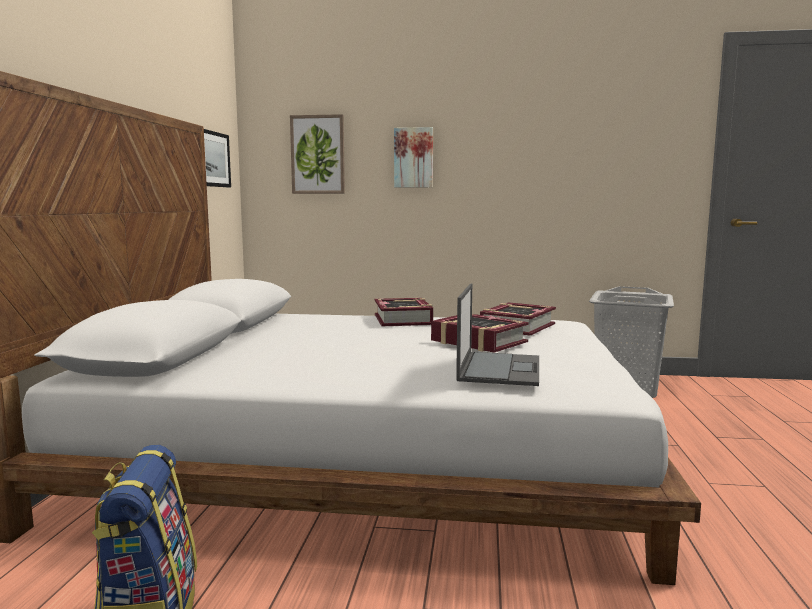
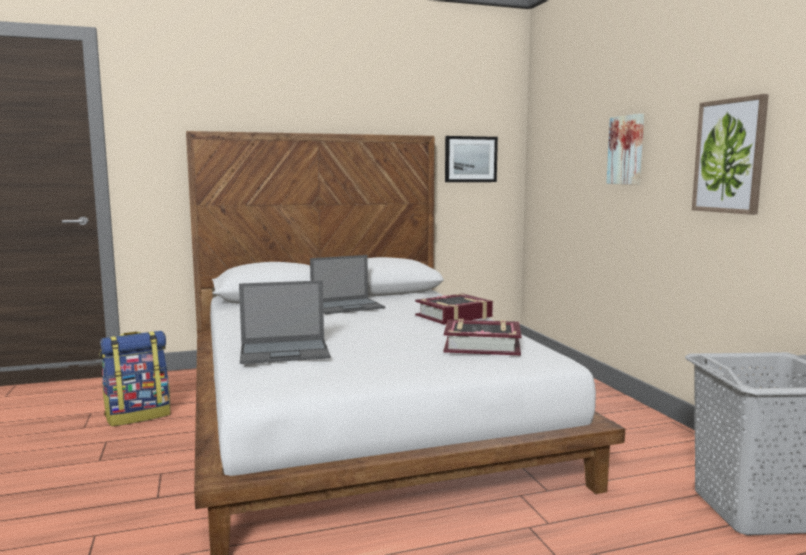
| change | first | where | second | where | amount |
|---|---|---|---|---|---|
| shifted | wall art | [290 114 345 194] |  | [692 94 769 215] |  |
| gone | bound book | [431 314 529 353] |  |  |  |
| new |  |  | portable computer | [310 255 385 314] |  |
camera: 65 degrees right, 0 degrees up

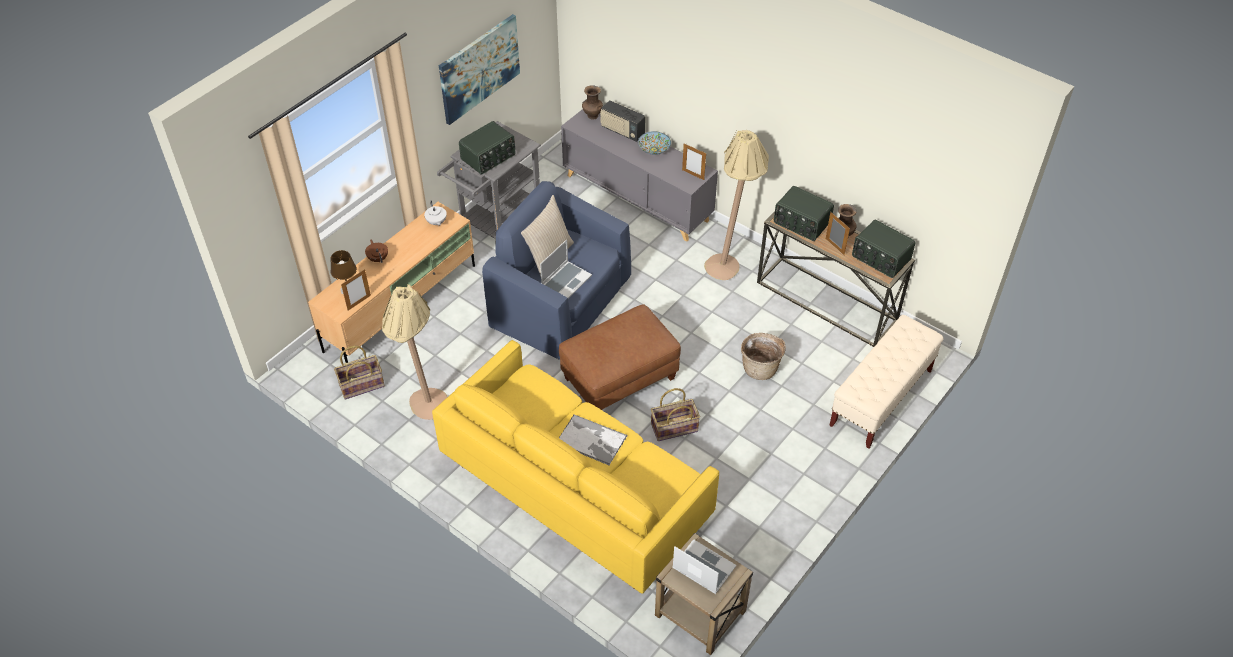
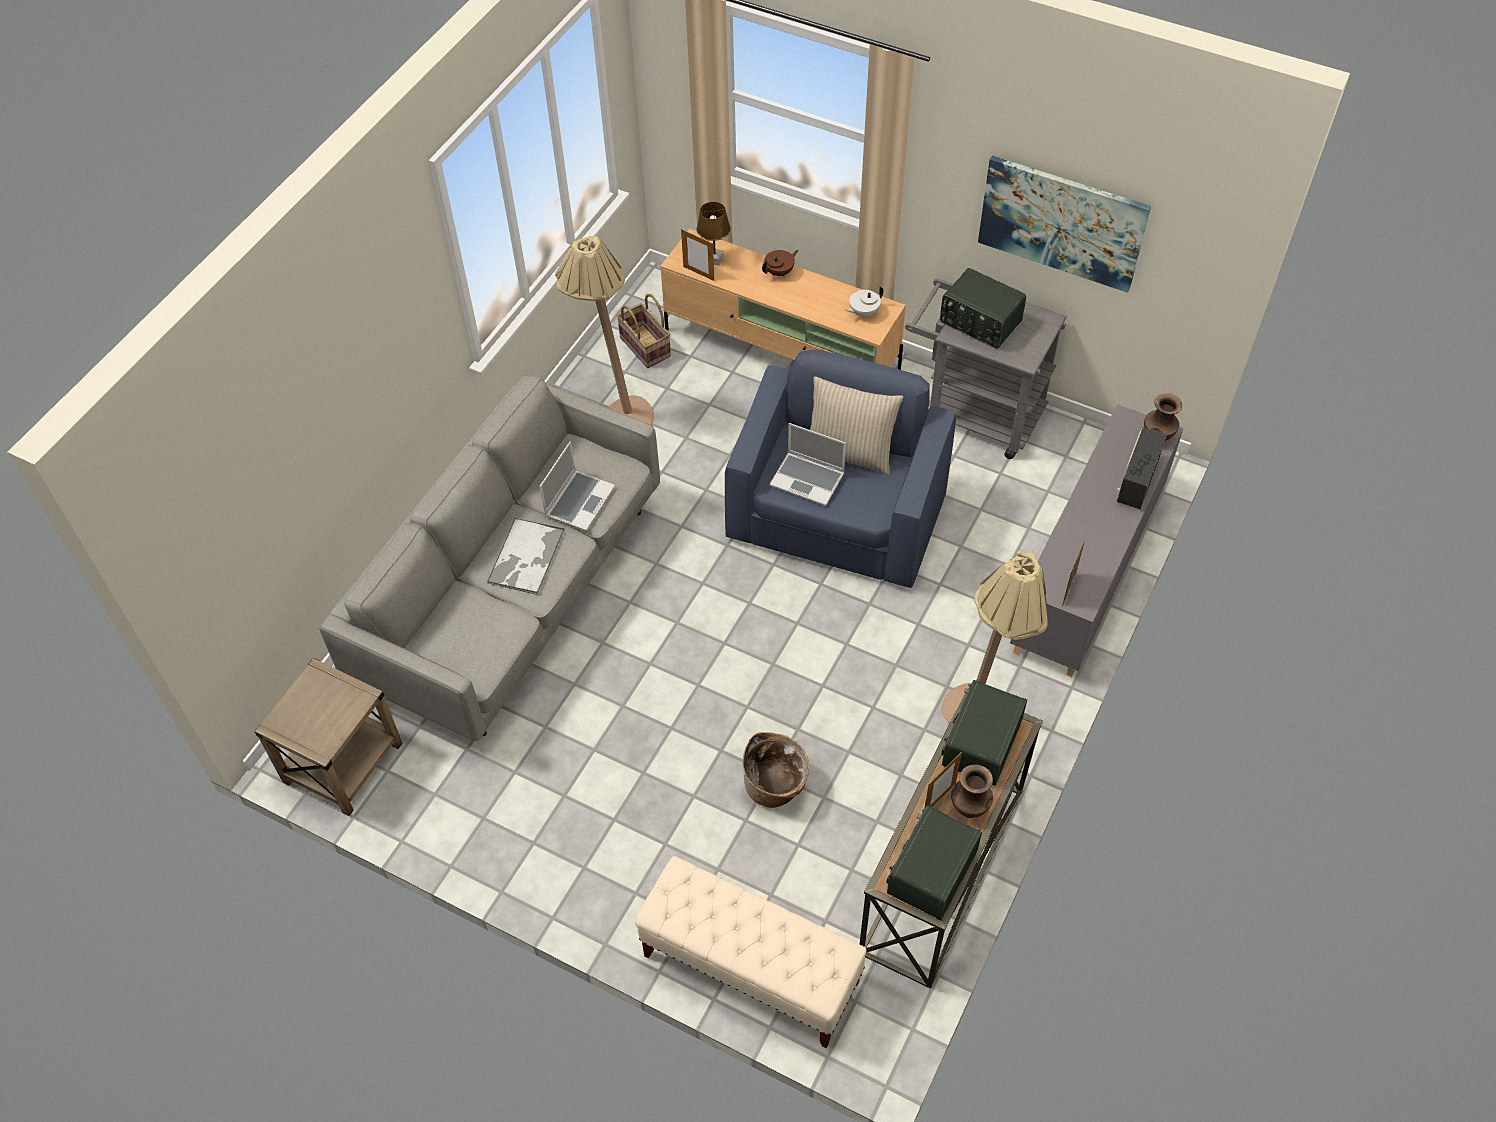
| change | first | where | second | where | amount |
|---|---|---|---|---|---|
| gone | bowl | [638 131 671 155] |  |  |  |
| gone | footrest (brown) | [559 305 681 410] |  |  |  |
| repainted | sofa (yellow) | [432 340 719 594] | sofa (gray) | [319 375 660 741] |  |
| gone | storage basket | [651 388 700 441] |  |  |  |
| shifted | portable computer | [672 539 736 594] |  | [540 441 615 531] |  |
camera: 80 degrees right, 5 degrees up

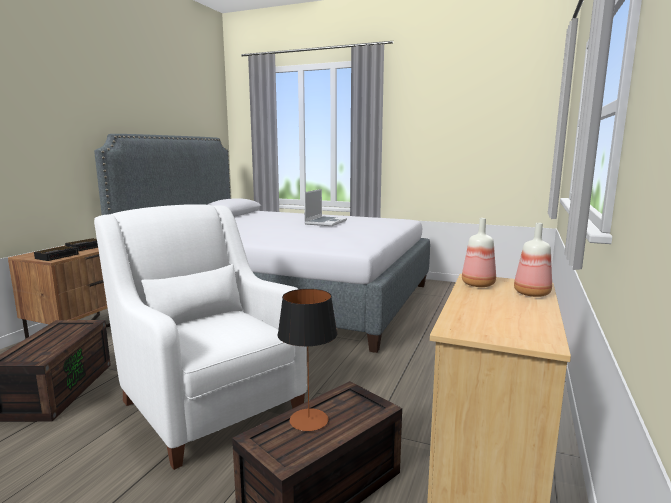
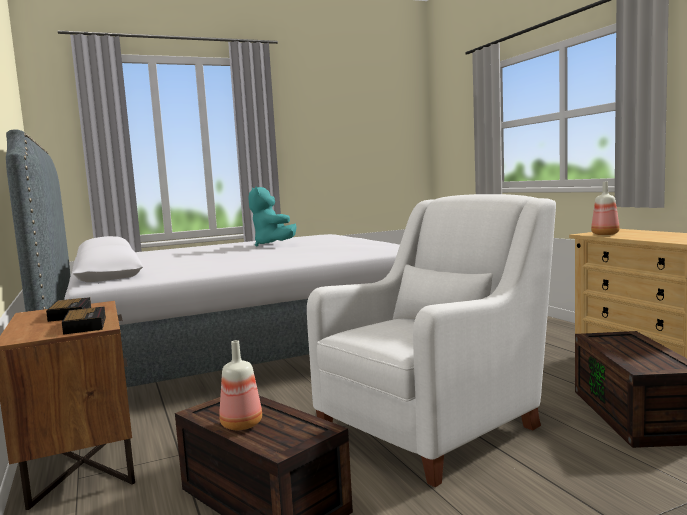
| change | first | where | second | where | amount |
|---|---|---|---|---|---|
| swapped | portable computer | [304 189 347 226] | soft toy (blue-green) | [248 186 297 247] |  |
| rotated | lounge chair (white) | [94 204 307 470] |  | [307 194 556 487] | 135 degrees clockwise |
| shifted | bottle | [514 223 552 297] |  | [219 340 262 430] |  |
| gone | tabletop lamp | [277 289 337 431] |  |  |  |
camera: 45 degrees left, 5 degrees down

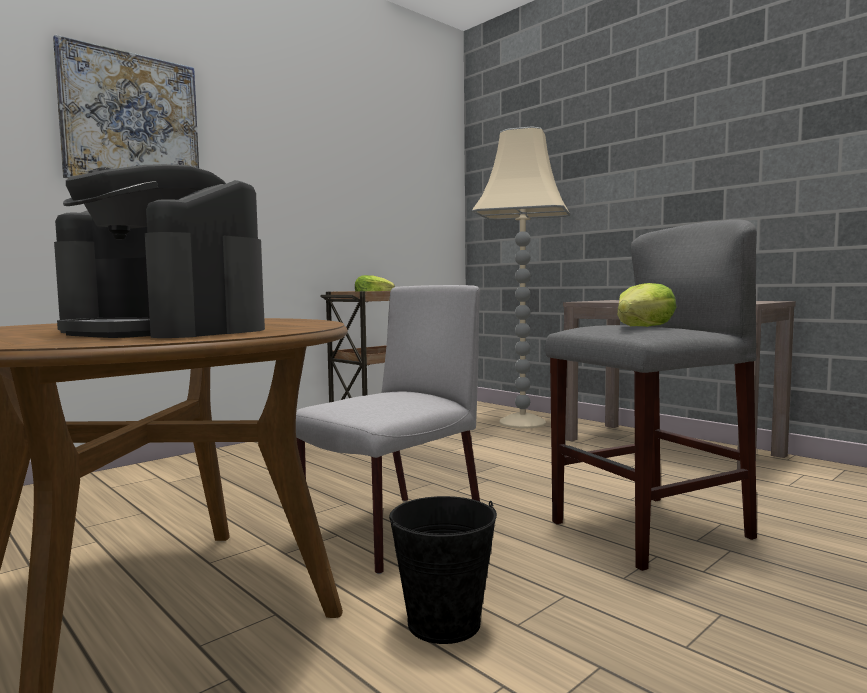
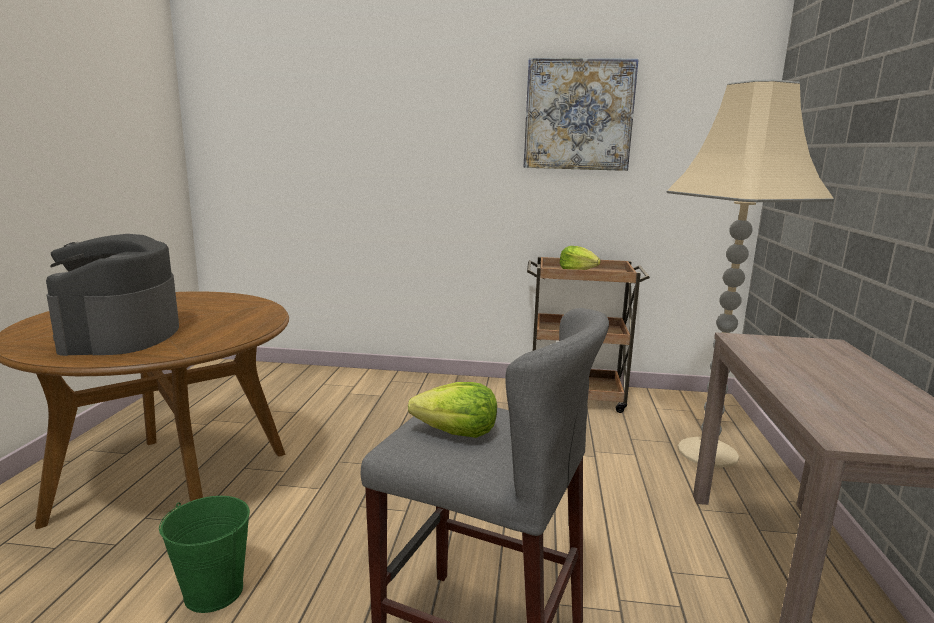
| change | first | where | second | where | amount |
|---|---|---|---|---|---|
| shifted | wall art | [53 34 199 178] |  | [524 58 639 171] |  |
| gone | upright chair (gray) | [296 285 480 574] |  |  |  |
| repainted | water bucket (black) | [389 496 497 644] | water bucket (green) | [159 496 250 613] |  |
camera: 50 degrees right, 10 degrees up

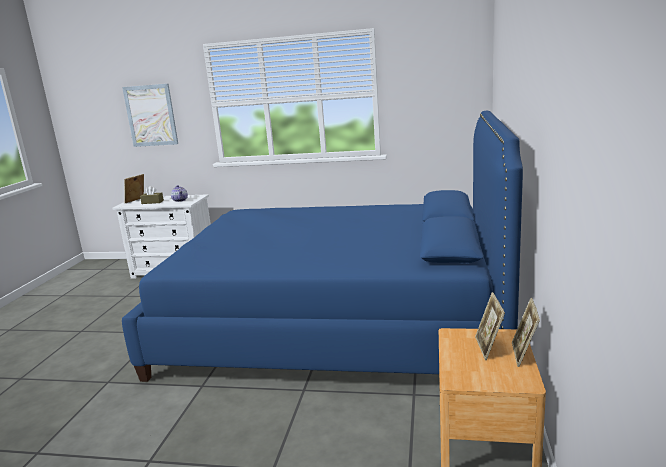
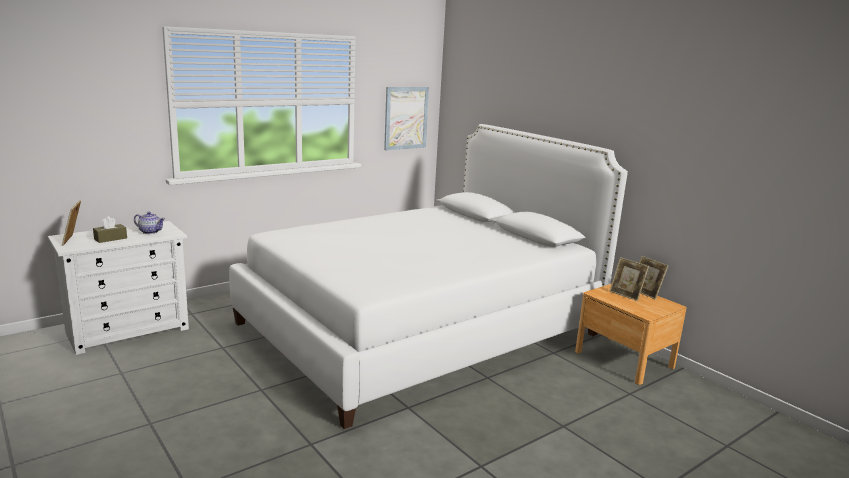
| change | first | where | second | where | amount |
|---|---|---|---|---|---|
| shifted | wall art | [122 84 178 147] |  | [384 87 429 150] |  |
| repainted | bed (blue) | [122 111 523 382] | bed (white) | [229 124 628 429] |  |
camera: 50 degrees left, 0 degrees up

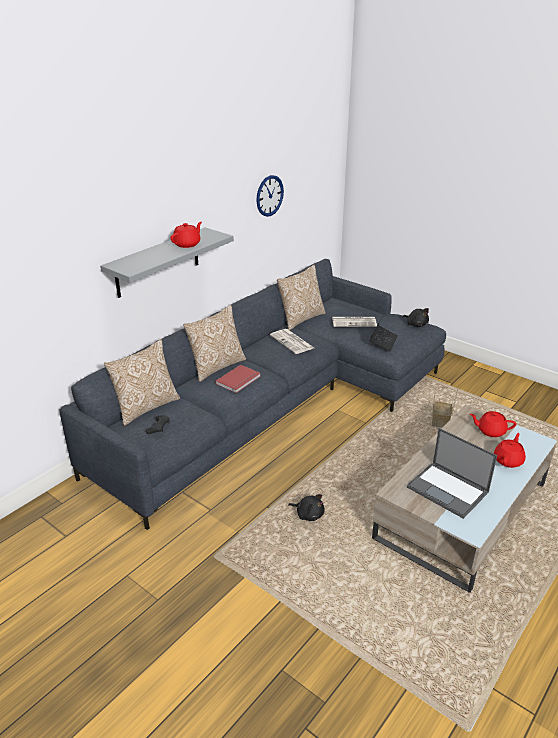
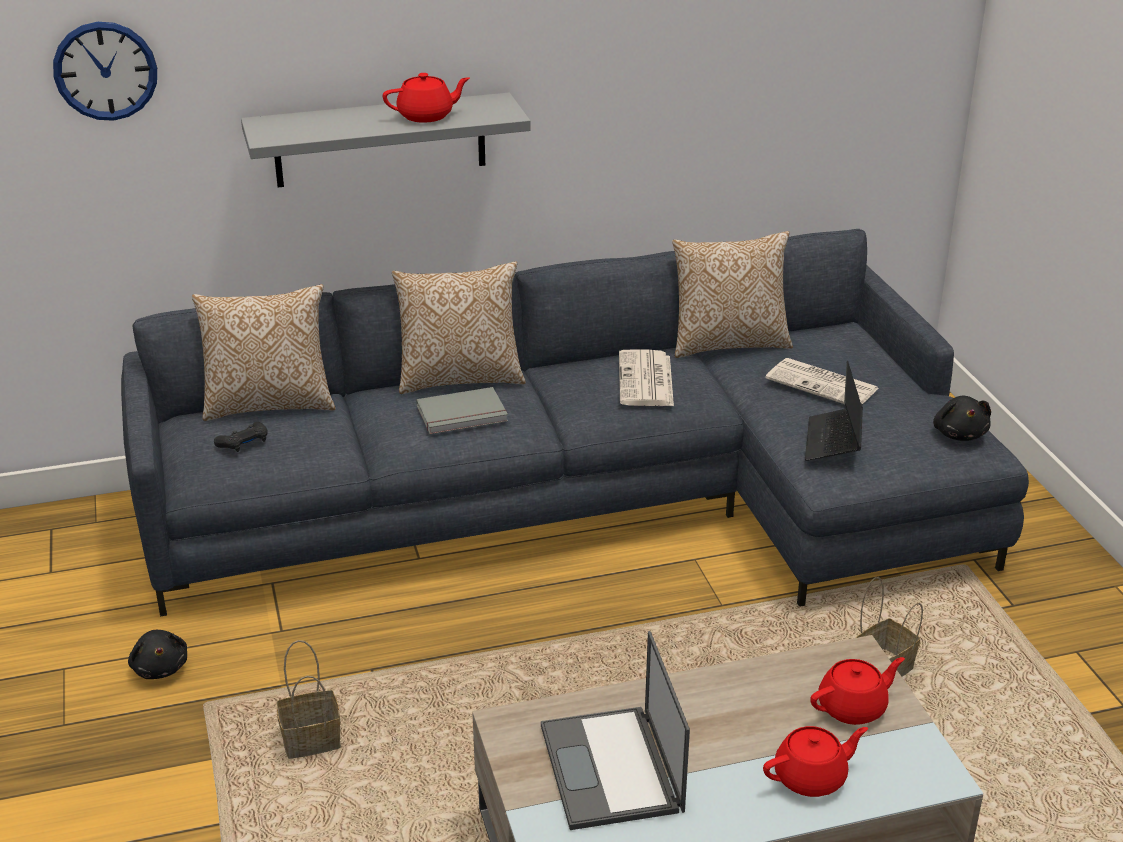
| change | first | where | second | where | amount |
|---|---|---|---|---|---|
| shifted | clock on the wall | [256 175 284 217] |  | [53 22 157 121] |  |
| rotated | portable computer | [369 307 398 351] |  | [805 361 863 461] | 135 degrees clockwise |
| repainted | bound book (red-coloured) | [215 365 261 393] | bound book (gray) | [416 387 508 434] |  |
| rotated | pot for tea (red-coloured) | [470 411 516 437] |  | [810 657 905 725] | 105 degrees clockwise |
| shifted | soft toy (black) | [288 494 325 521] |  | [128 630 187 679] |  |
| new |  |  | storage basket | [276 640 341 759] |  |
camera: 35 degrees right, 0 degrees up

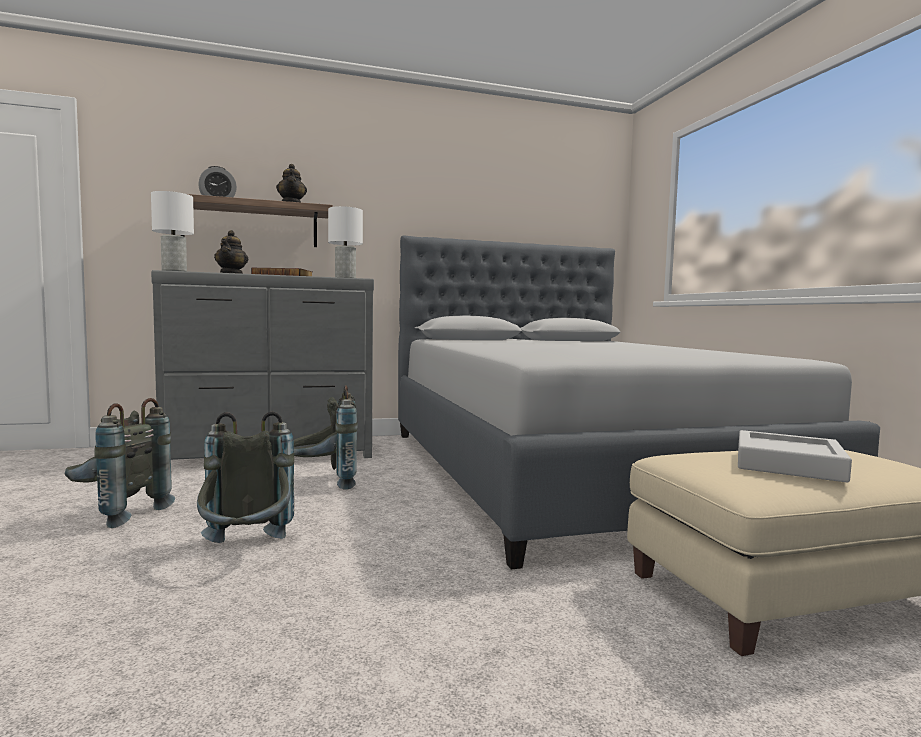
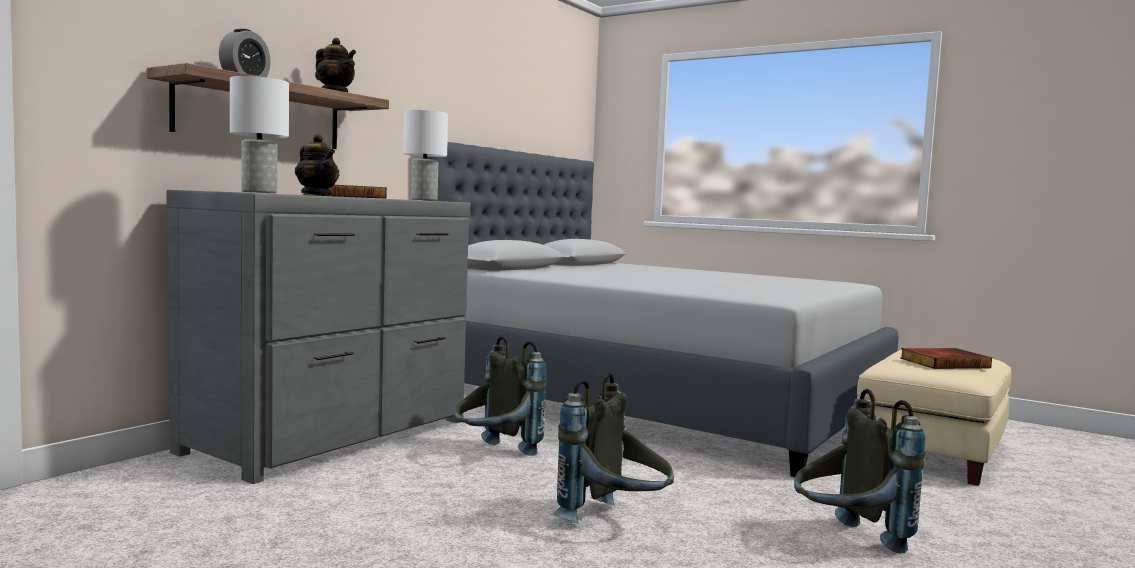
| change | first | where | second | where | amount |
|---|---|---|---|---|---|
| shifted | backpack (gray) | [65 398 175 528] |  | [794 389 925 554] |  |
| swapped | carrying tray (gray) | [738 430 852 482] | bound book | [900 348 992 369] |  |
camera: 40 degrees left, 0 degrees up

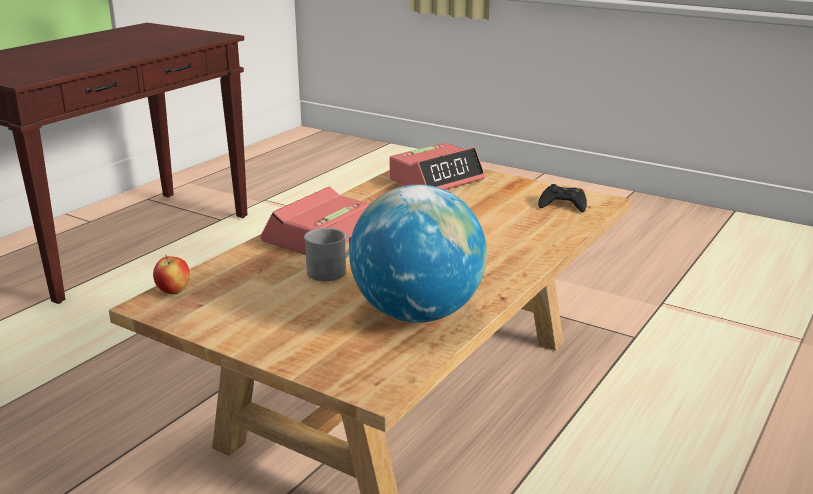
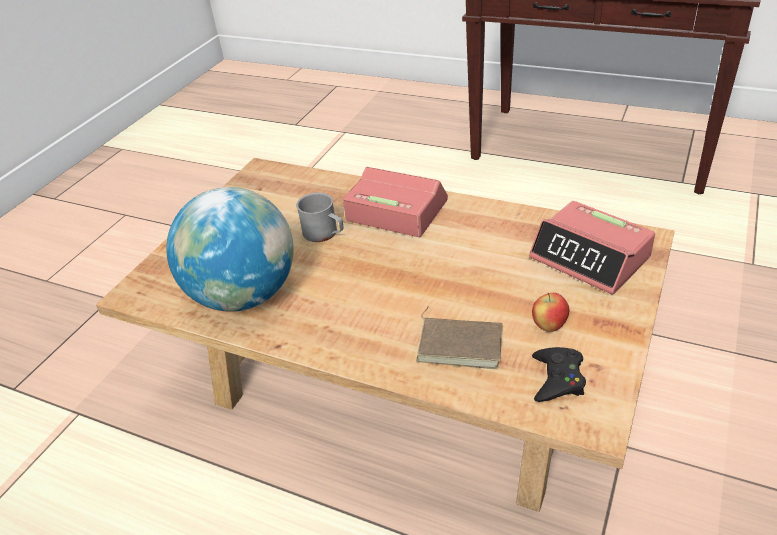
| change | first | where | second | where | amount |
|---|---|---|---|---|---|
| shifted | apple fruit | [153 255 190 294] |  | [532 293 569 332] |  |
| new |  |  | bound book (brown) | [416 306 503 369] |  |
camera: 85 degrees right, 15 degrees up

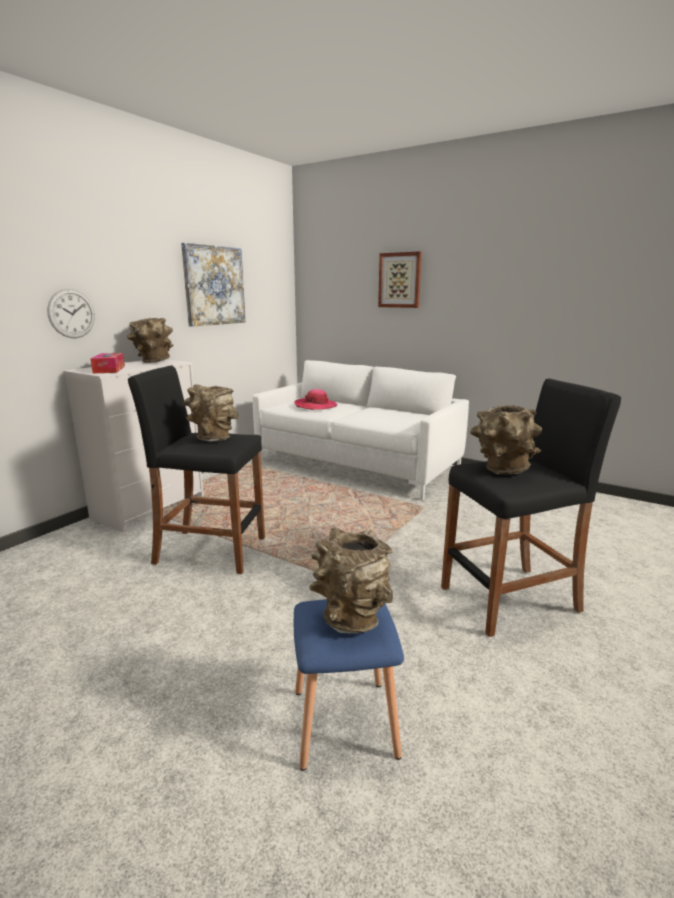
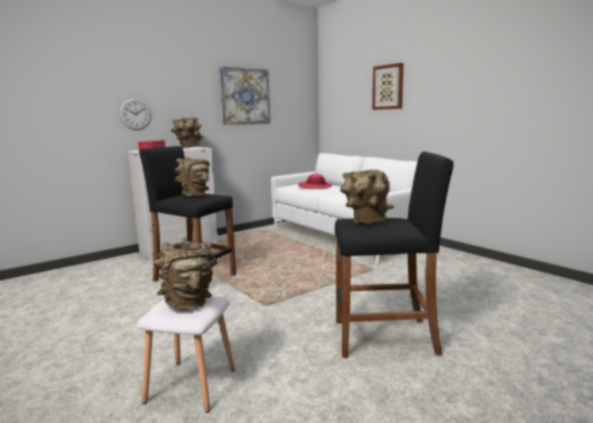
| change | first | where | second | where | amount |
|---|---|---|---|---|---|
| repainted | stool (blue) | [294 599 404 771] | stool (white) | [136 296 235 413] |  |
camera: 20 degrees right, 5 degrees down

